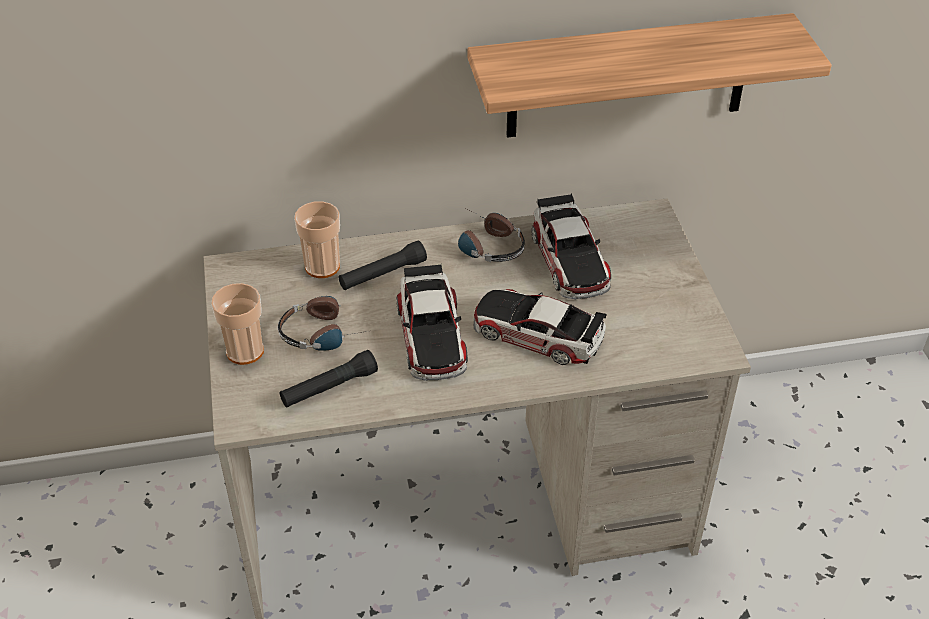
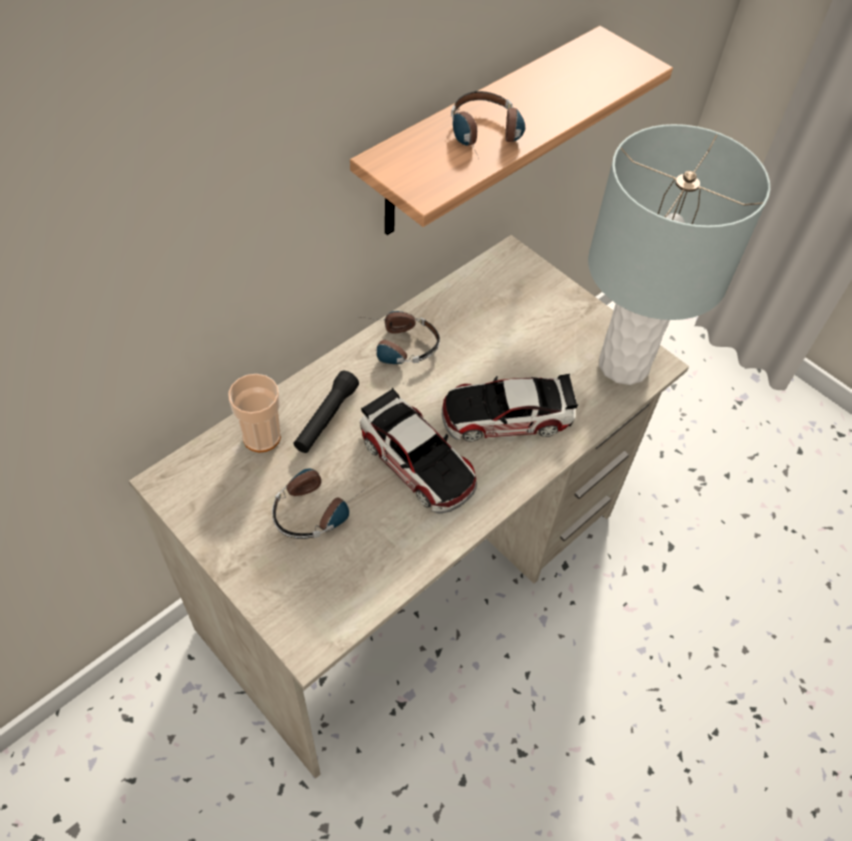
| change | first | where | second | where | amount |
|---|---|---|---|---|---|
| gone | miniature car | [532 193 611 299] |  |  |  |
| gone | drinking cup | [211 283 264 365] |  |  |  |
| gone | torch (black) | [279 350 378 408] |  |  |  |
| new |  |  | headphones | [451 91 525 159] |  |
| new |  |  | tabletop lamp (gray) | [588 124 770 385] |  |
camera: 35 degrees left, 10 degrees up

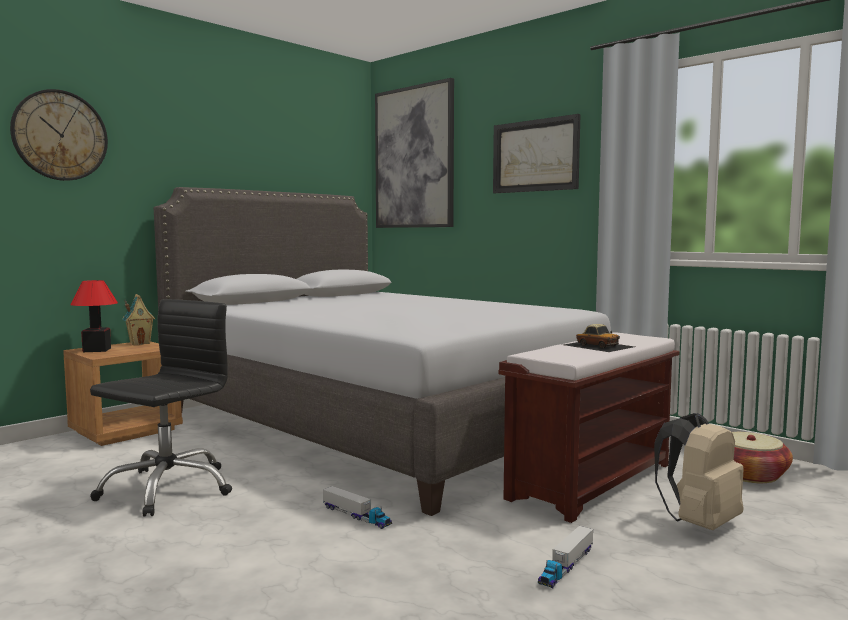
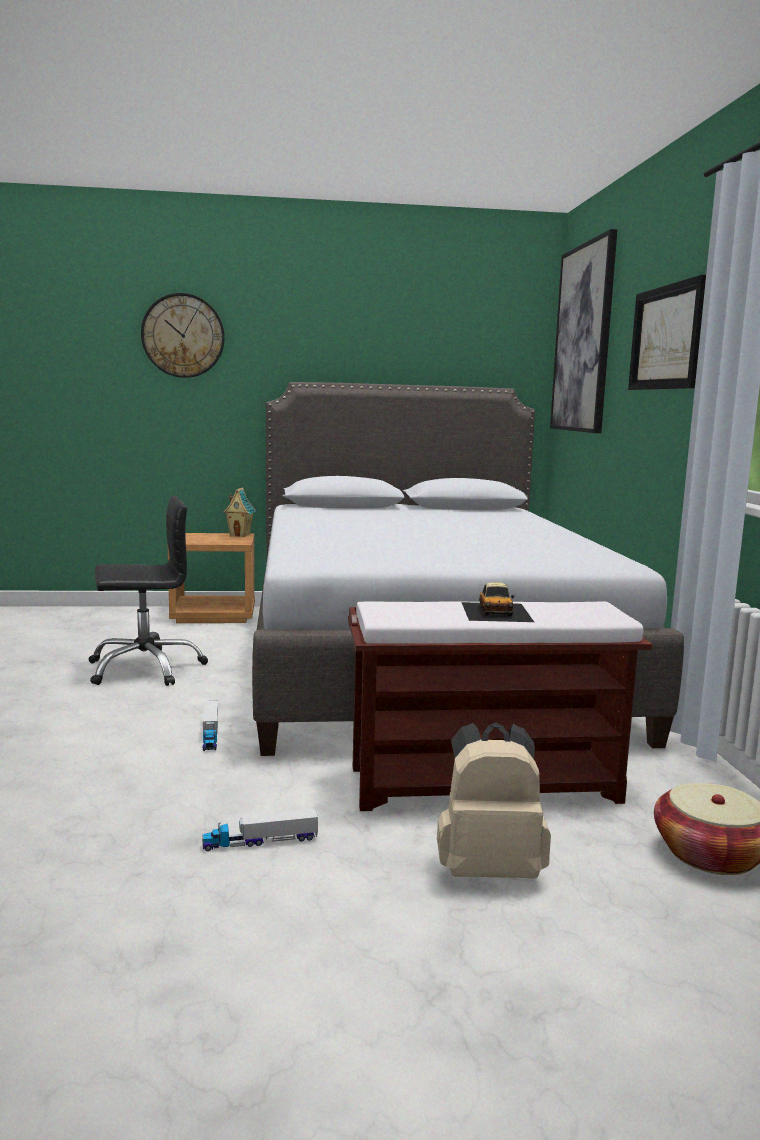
| change | first | where | second | where | amount |
|---|---|---|---|---|---|
| gone | tabletop lamp | [70 280 118 352] |  |  |  |
camera: 40 degrees right, 5 degrees up

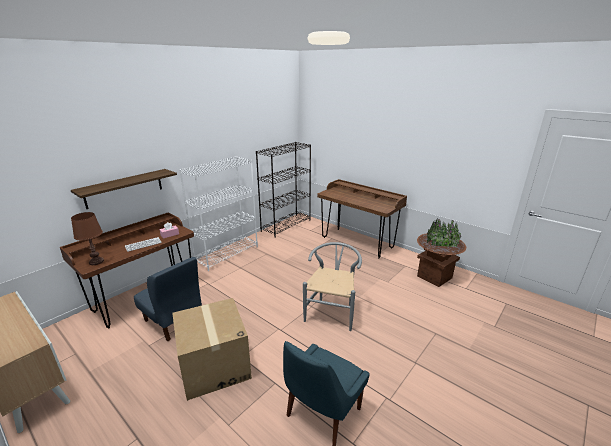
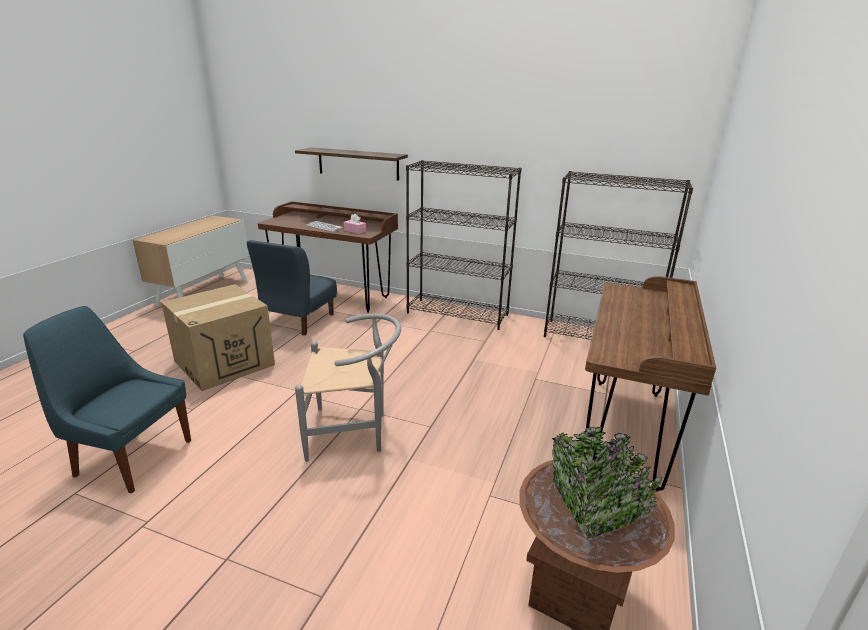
| change | first | where | second | where | amount |
|---|---|---|---|---|---|
| repainted | bookcase (white) | [179 156 258 271] | bookcase (black) | [406 160 521 330] |  |
| gone | tabletop lamp (brown) | [71 212 104 265] |  |  |  |
camera: 70 degrees right, 0 degrees up

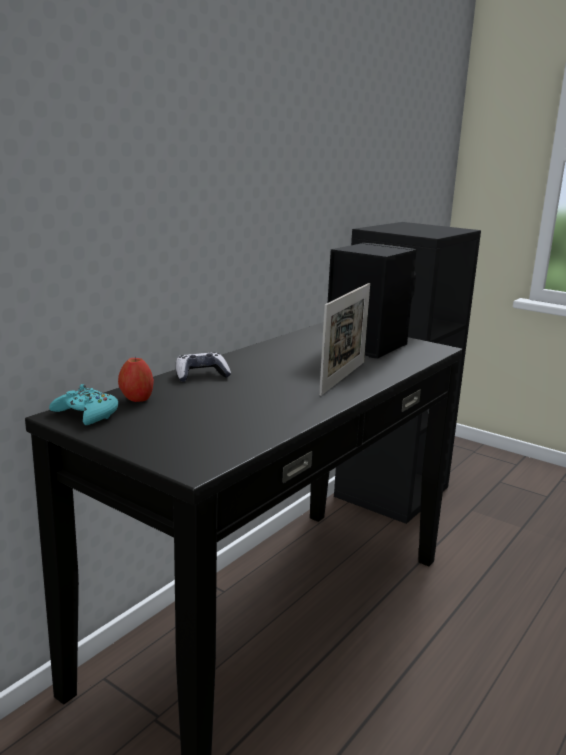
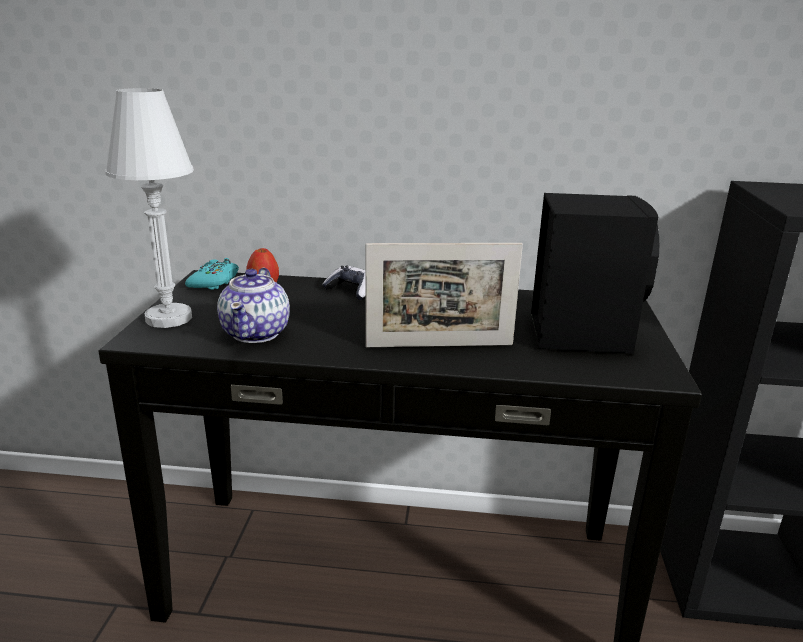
| change | first | where | second | where | amount |
|---|---|---|---|---|---|
| new |  |  | tabletop lamp (white) | [105 88 194 328] |  |
| new |  |  | pot for tea | [217 268 290 343] |  |
camera: 60 degrees right, 5 degrees up

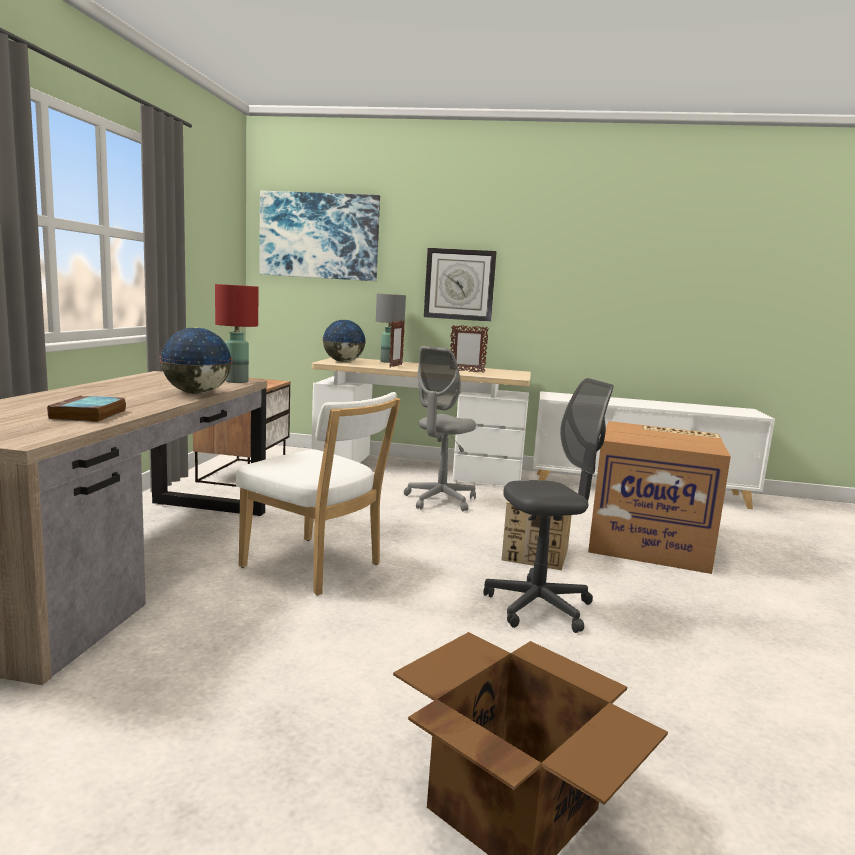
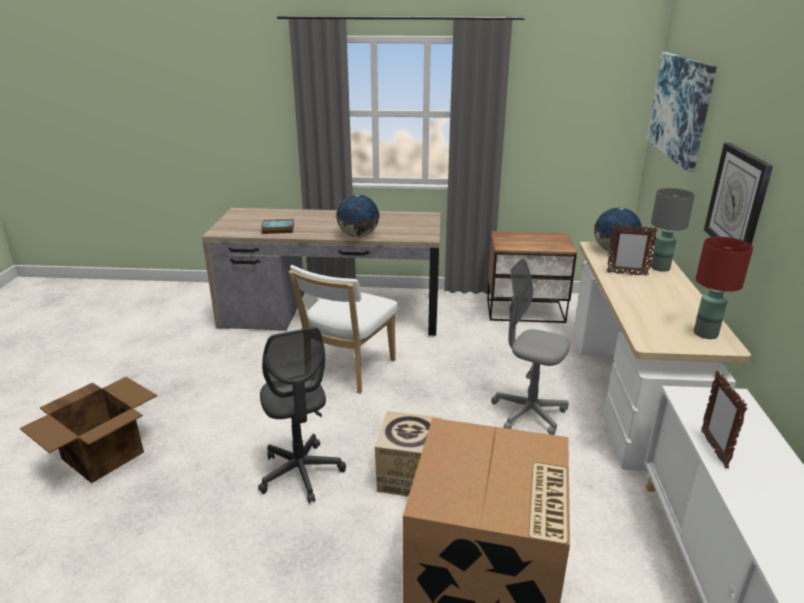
| change | first | where | second | where | amount |
|---|---|---|---|---|---|
| shifted | tabletop lamp (red-coloured) | [215 284 259 383] |  | [694 237 753 339] |  |
| shifted | standing frame | [450 325 489 372] |  | [701 371 747 468] |  |
camera: 85 degrees right, 15 degrees up

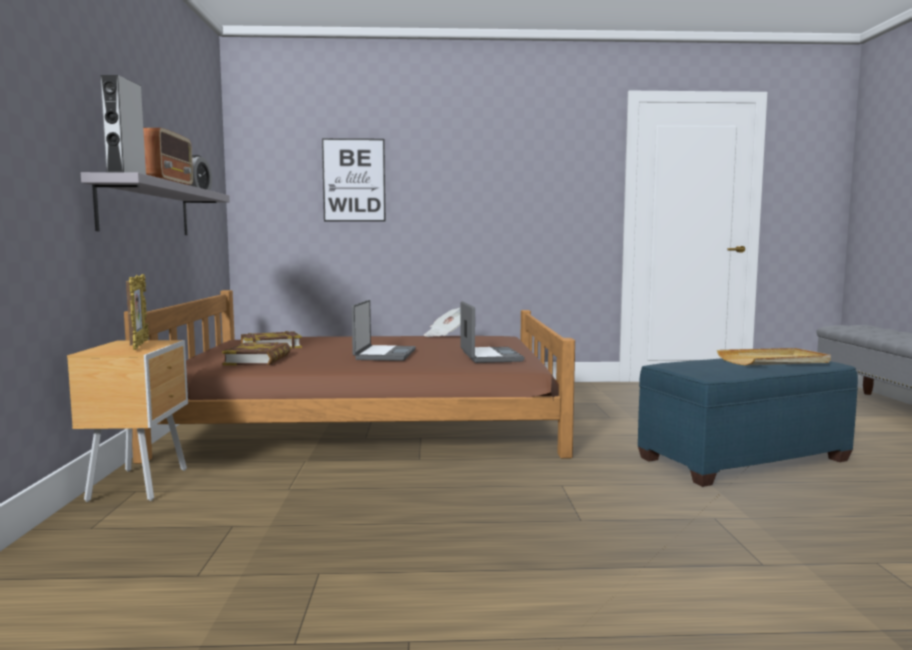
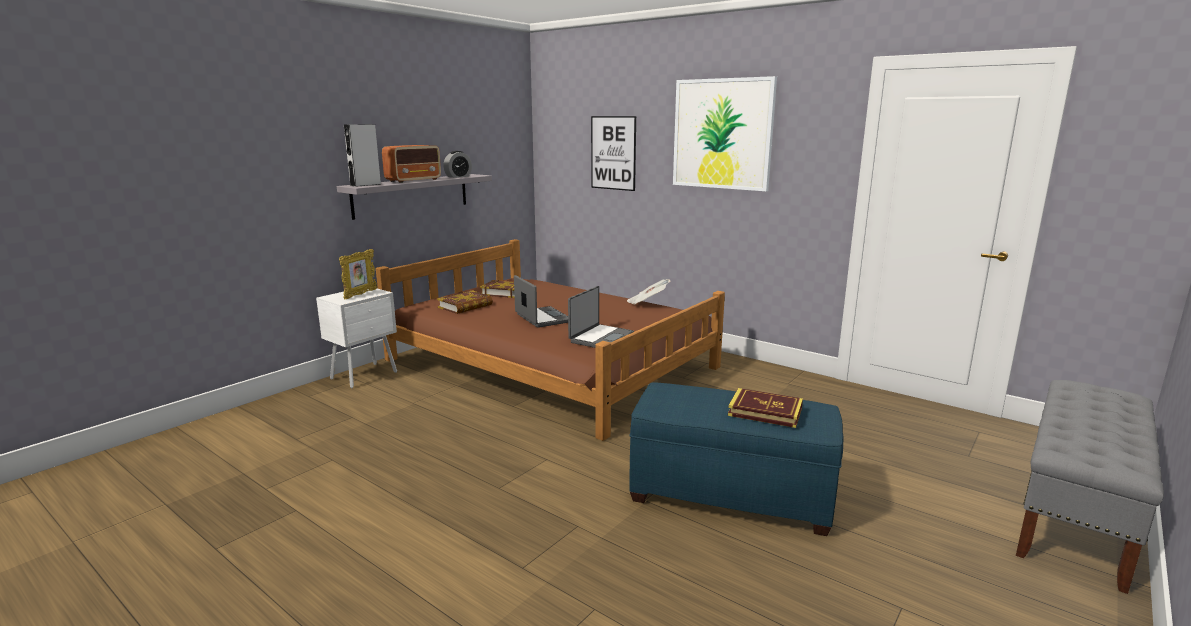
| change | first | where | second | where | amount |
|---|---|---|---|---|---|
| rotated | portable computer | [352 300 416 361] |  | [514 275 568 328] | 75 degrees counterclockwise |
| repainted | bedside table (brown) | [67 340 188 502] | bedside table (white) | [316 289 397 388] |  |
| swapped | carrying tray (beige) | [717 348 831 365] | bound book | [728 388 803 428] |  |
| new |  |  | wall art | [673 76 777 191] |  |
camera: 40 degrees right, 10 degrees up

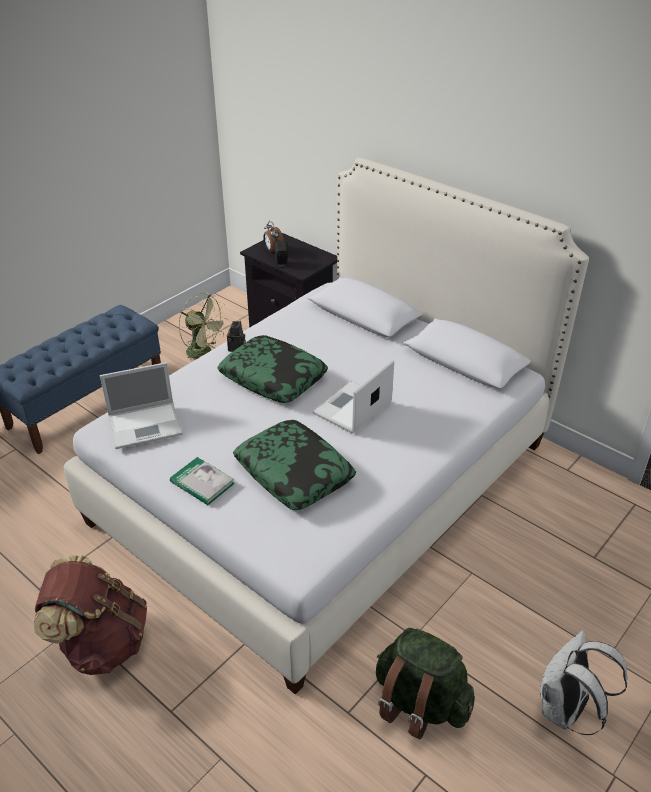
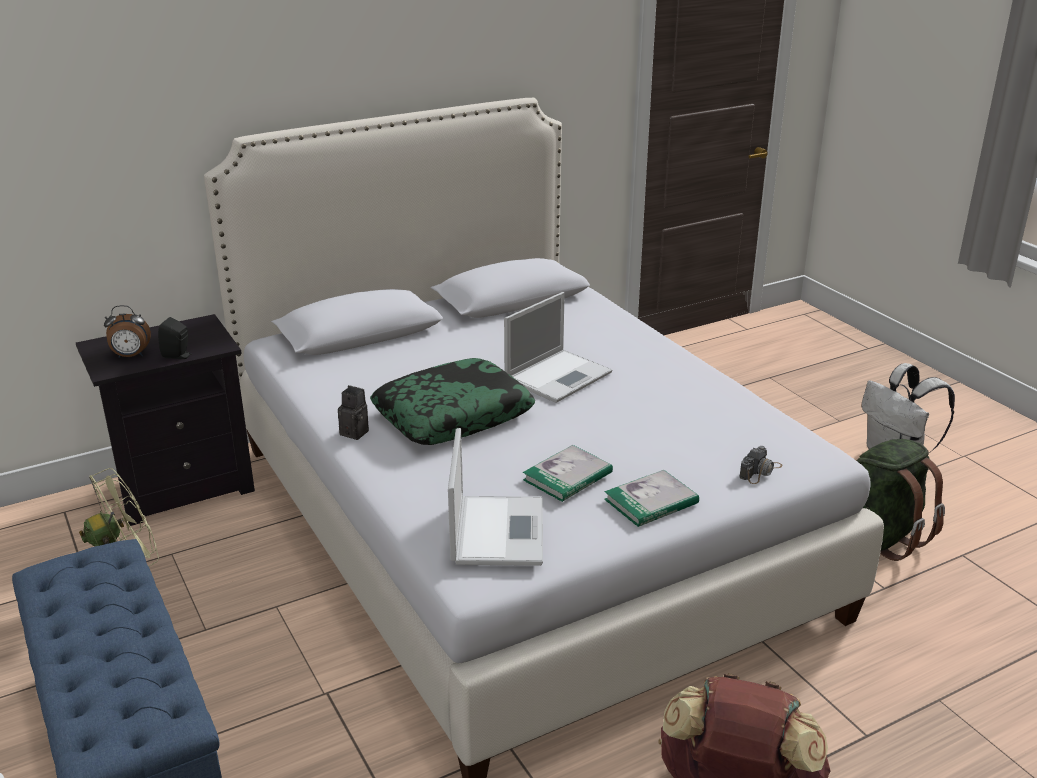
| change | first | where | second | where | amount |
|---|---|---|---|---|---|
| rotated | portable computer | [313 360 394 433] |  | [504 292 612 403] | 105 degrees counterclockwise |
| gone | cushion | [233 420 356 510] |  |  |  |
| new |  |  | bound book | [523 445 613 502] |  |
| new |  |  | photo camera | [739 446 782 484] |  |
camera: 70 degrees left, 10 degrees down

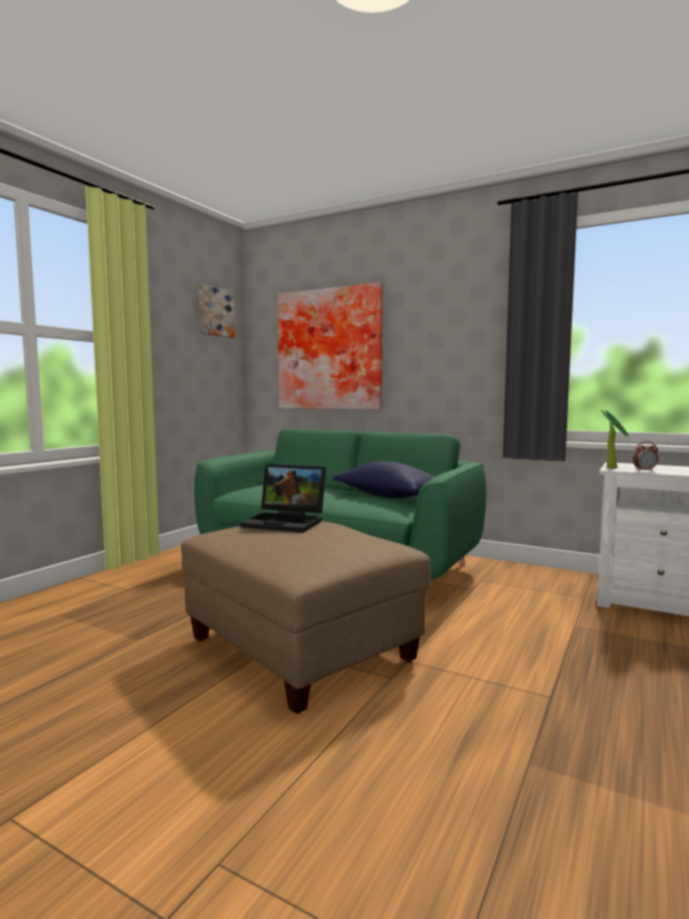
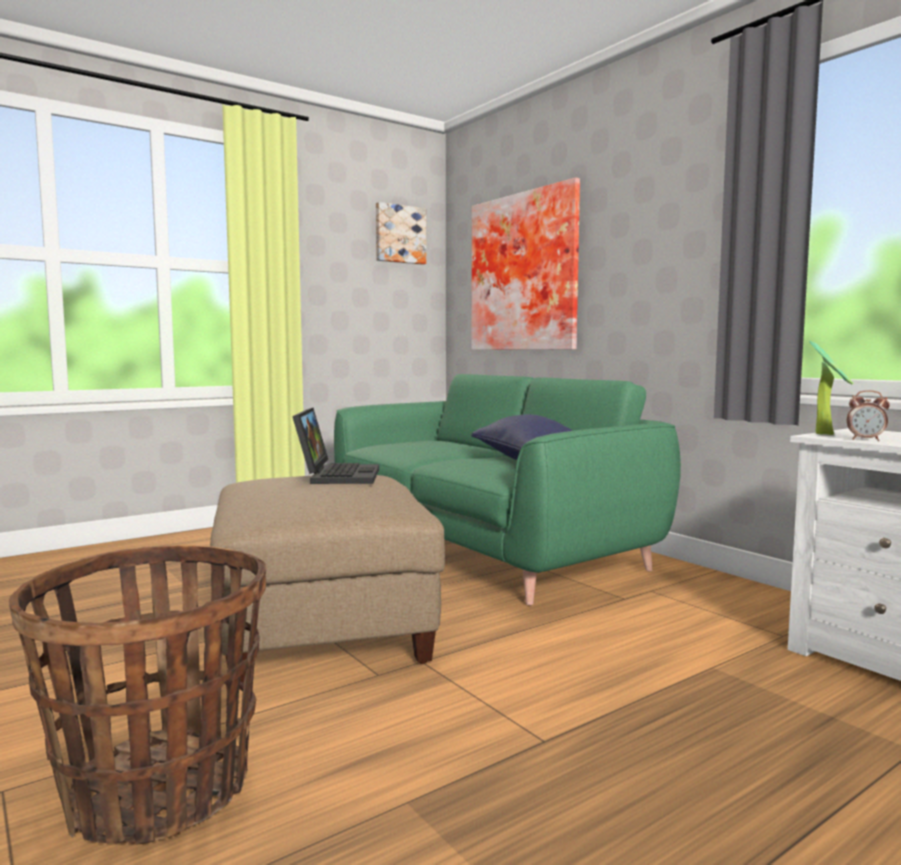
| change | first | where | second | where | amount |
|---|---|---|---|---|---|
| rotated | portable computer | [240 464 326 533] |  | [292 408 379 484] | 135 degrees counterclockwise |
| new |  |  | storage basket | [9 545 267 845] |  |
camera: 25 degrees right, 0 degrees up

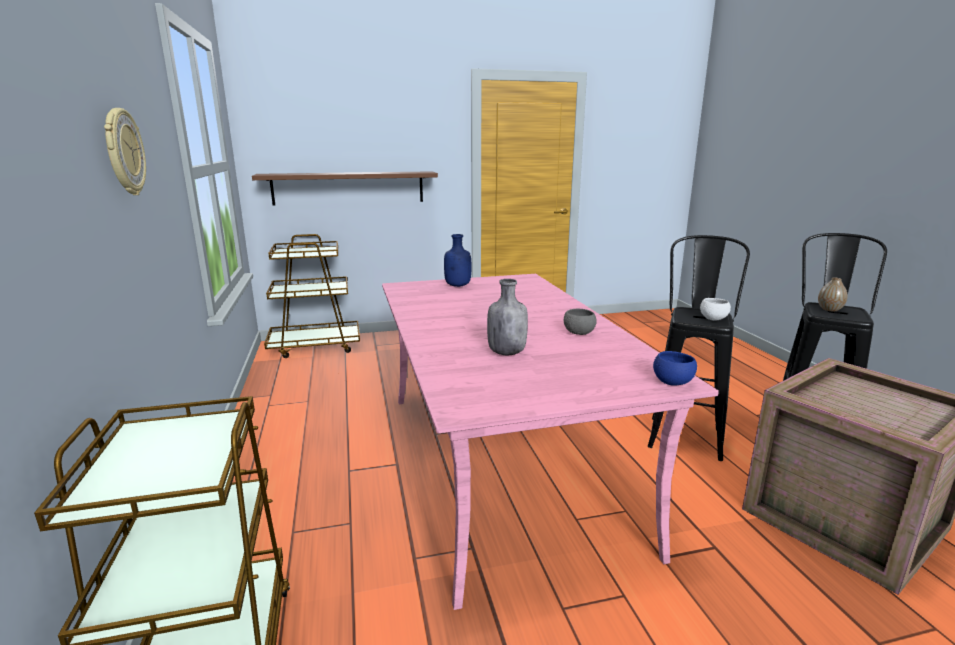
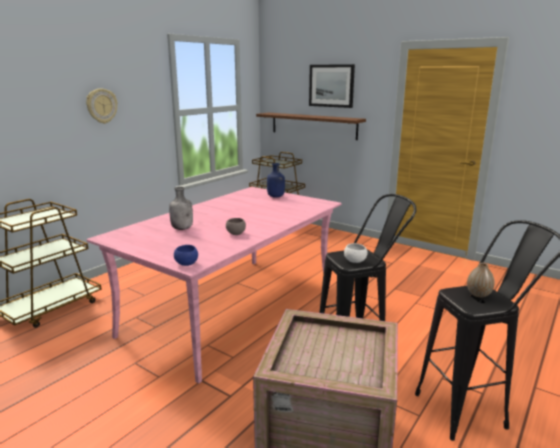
| change | first | where | second | where | amount |
|---|---|---|---|---|---|
| new |  |  | wall art | [309 64 355 108] |  |
camera: 50 degrees right, 0 degrees up

